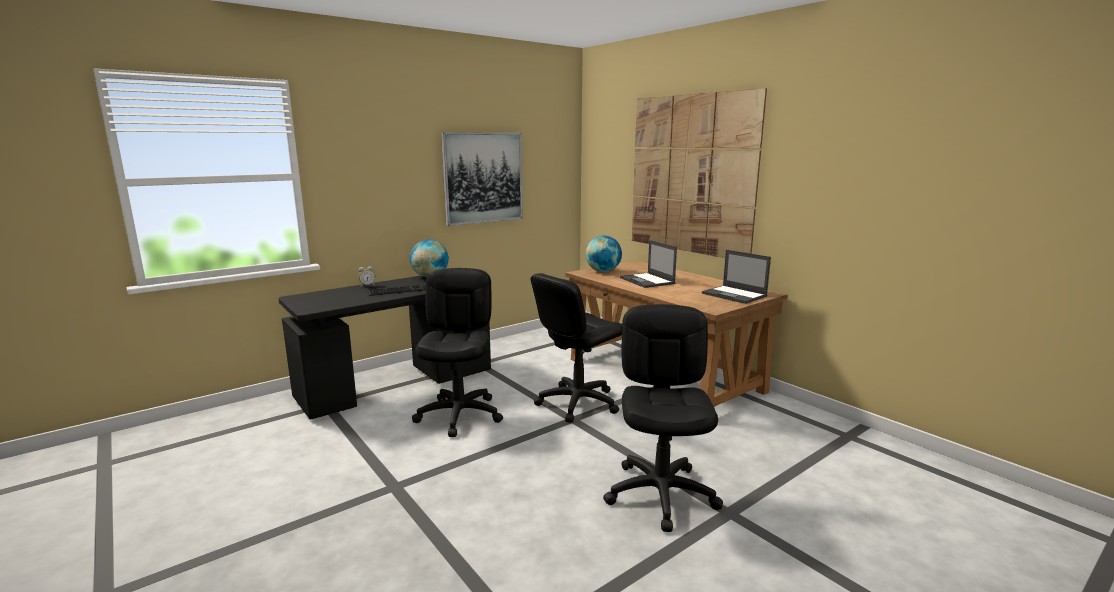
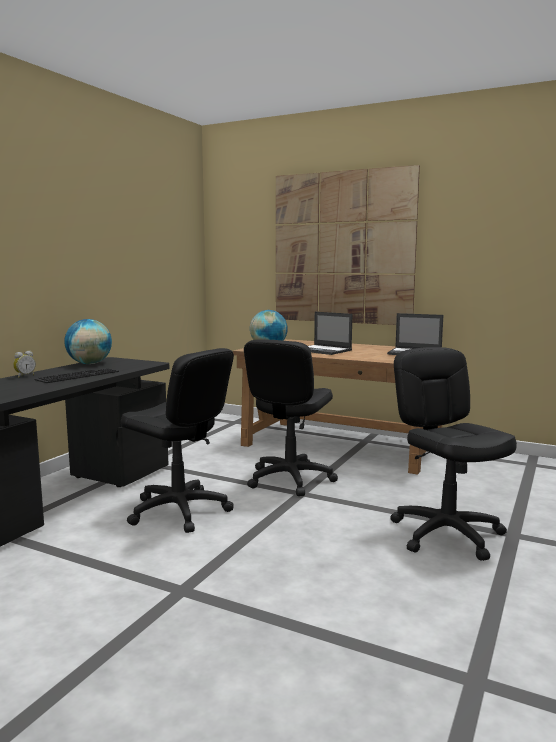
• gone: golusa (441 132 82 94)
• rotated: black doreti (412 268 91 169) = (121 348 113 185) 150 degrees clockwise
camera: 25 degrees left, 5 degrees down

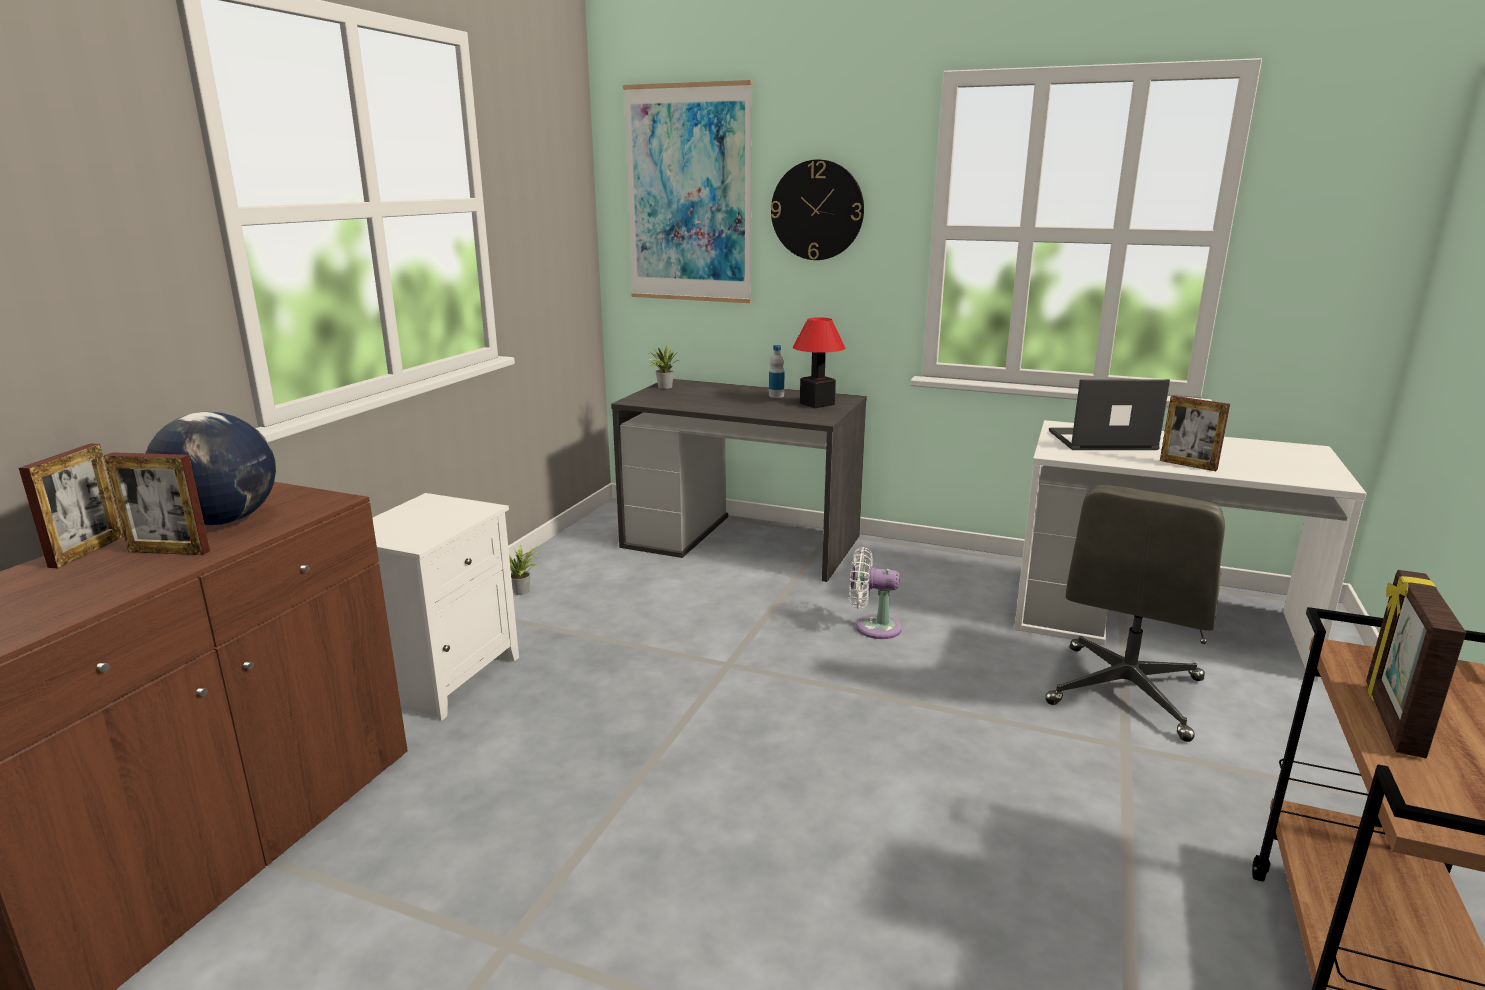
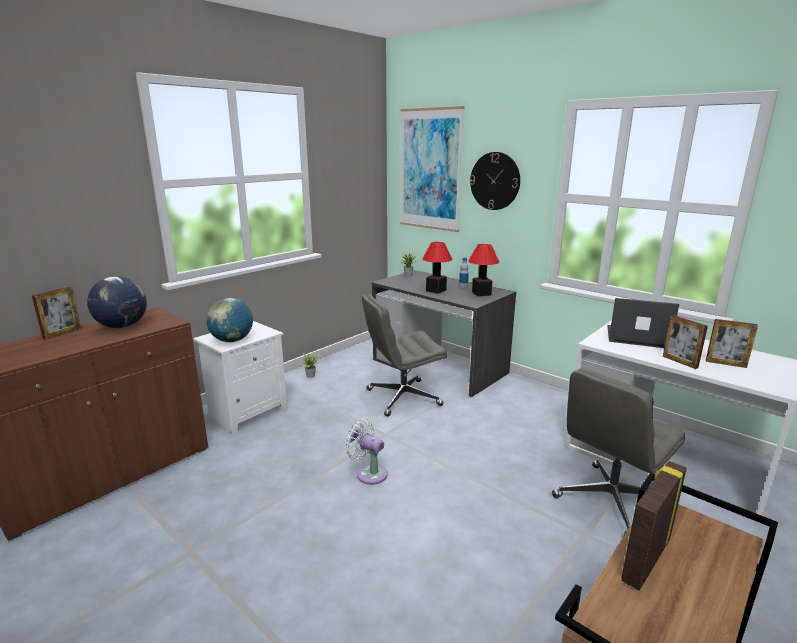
• new: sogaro (206 298 47 44)
• new: grey doreti (362 294 85 123)
• new: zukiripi (422 242 30 52)
• shifted: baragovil (104 452 106 103) to (706 319 52 49)
• shifted: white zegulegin (849 547 53 92) to (345 419 43 66)
camera: 20 degrees right, 0 degrees up

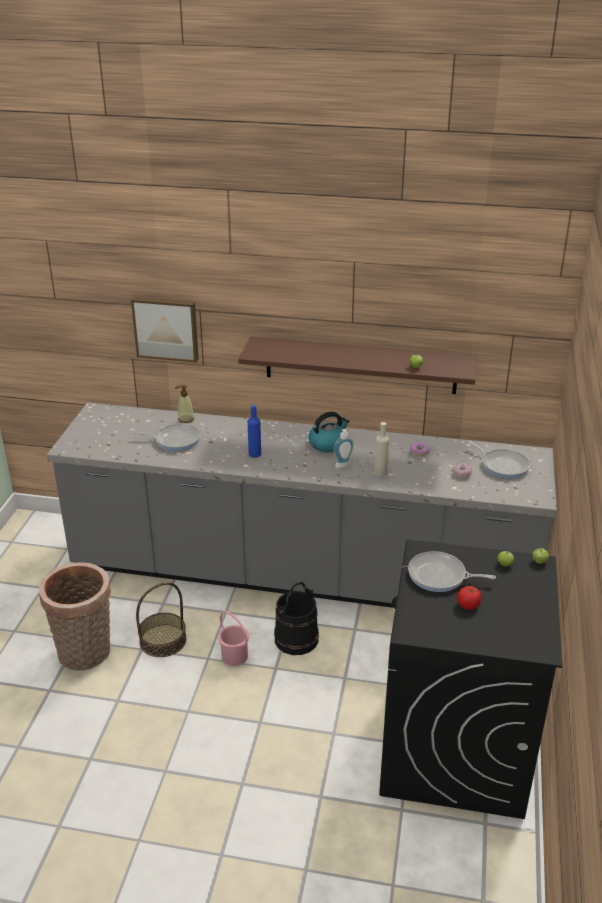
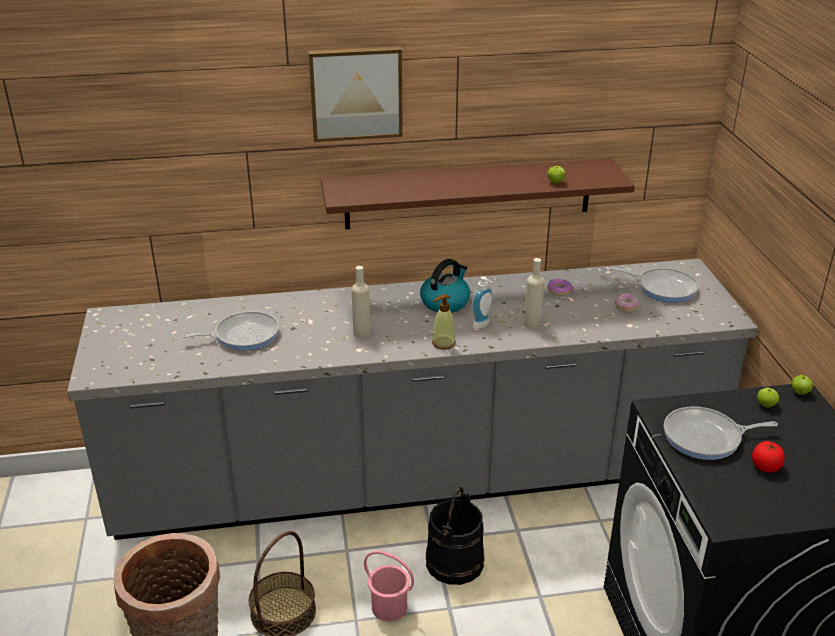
• shifted: golusa (131 297 68 65) to (308 46 95 96)
• shifted: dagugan (175 385 19 38) to (432 294 24 55)
• repainted: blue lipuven (248 405 13 53) to beige lipuven (351 266 19 72)
camera: 20 degrees left, 0 degrees up

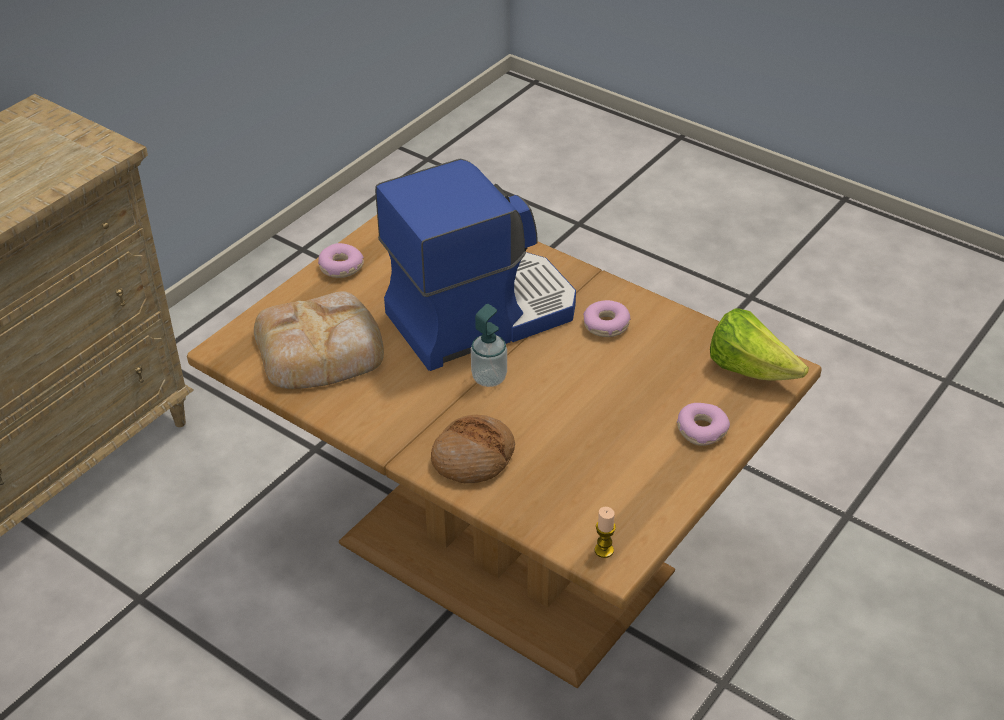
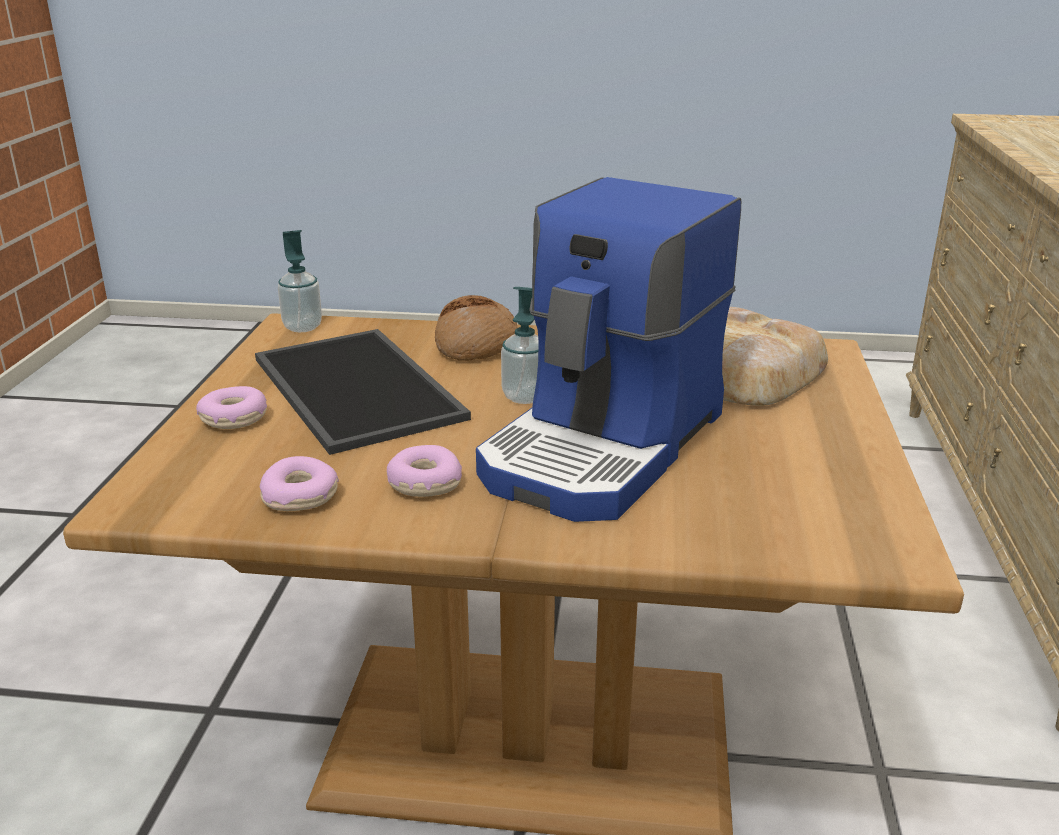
• gone: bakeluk (710 309 99 72)
• new: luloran (255 329 216 126)
• shifted: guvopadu (318 243 46 35) to (260 456 79 55)
• swapped: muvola (595 507 21 51) to dagugan (278 230 44 102)
camera: 150 degrees right, 15 degrees down

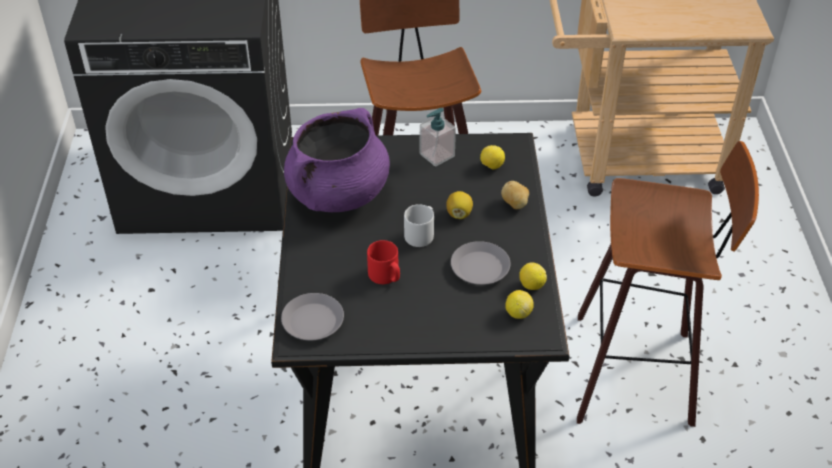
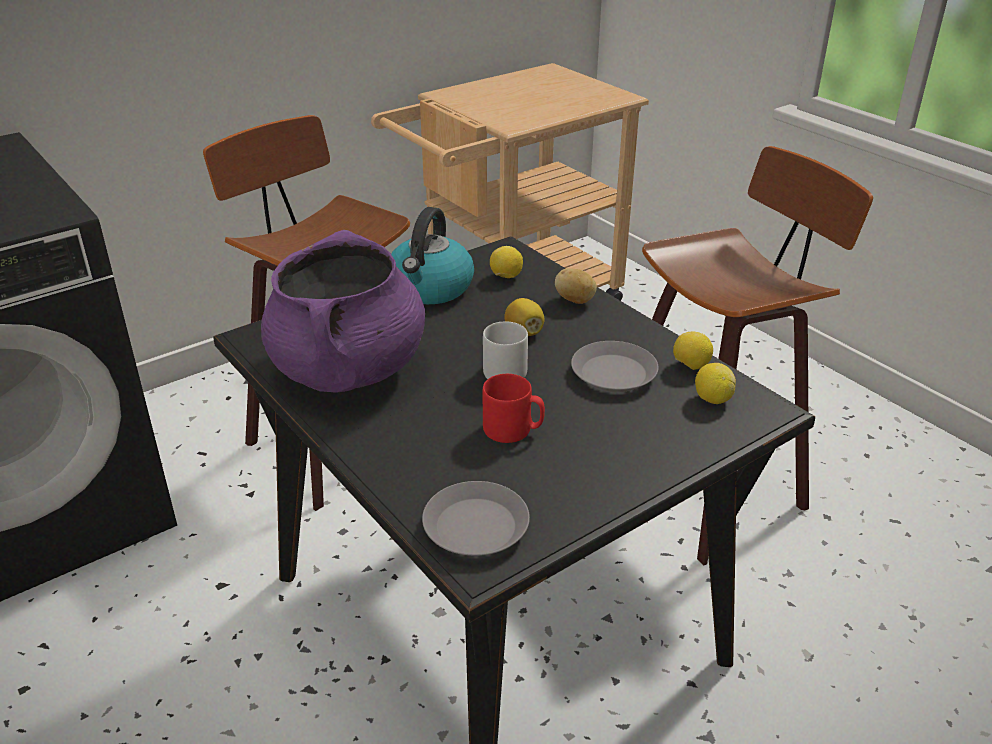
• swapped: dagugan (420 108 36 59) to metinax (391 207 83 97)
camera: 35 degrees left, 10 degrees down

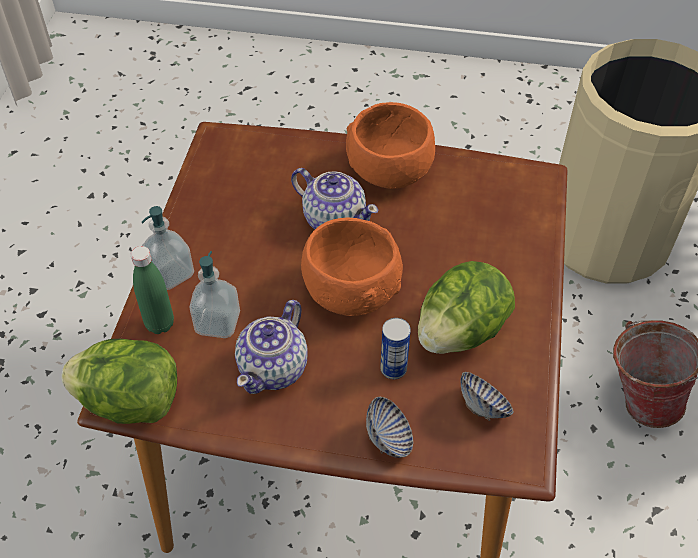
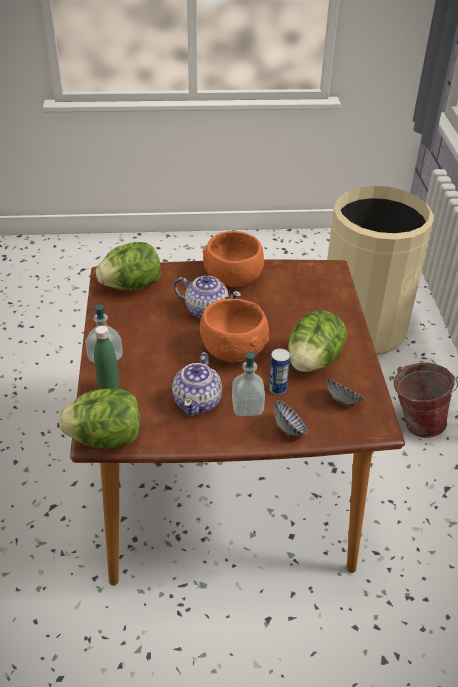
• new: bakeluk (96 242 65 48)
• shifted: dagugan (190 251 50 87) to (232 350 33 66)
camera: 15 degrees left, 10 degrees down

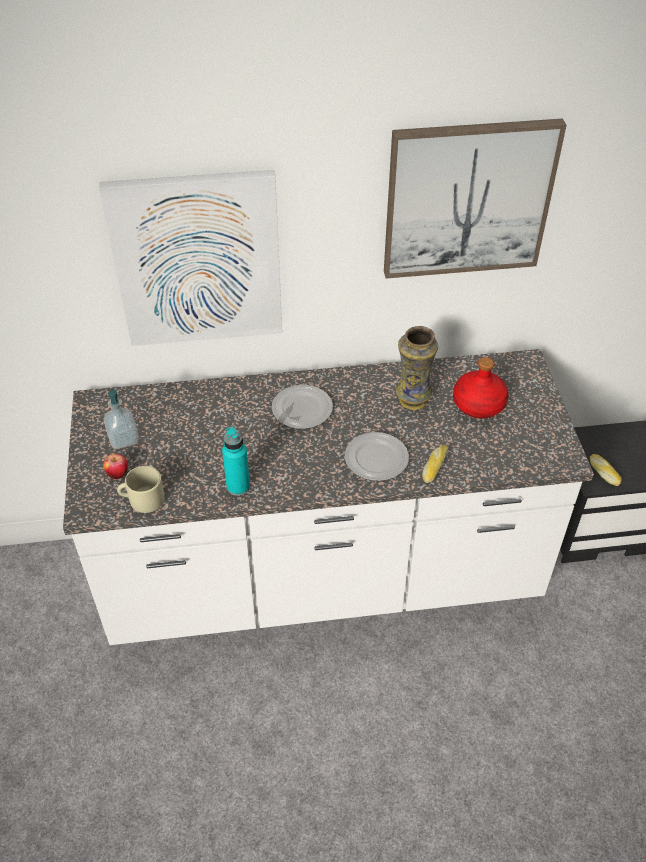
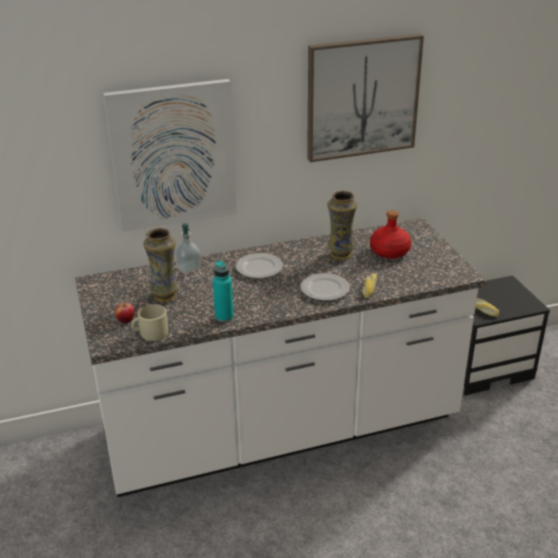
• new: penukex (143 228 36 74)
• shifted: dagugan (104 390 35 59) to (175 223 26 51)
camera: 10 degrees left, 15 degrees down

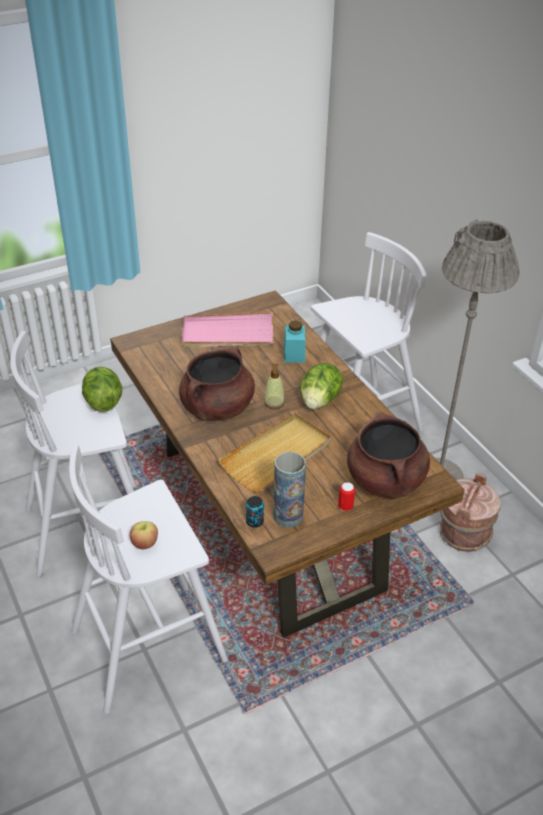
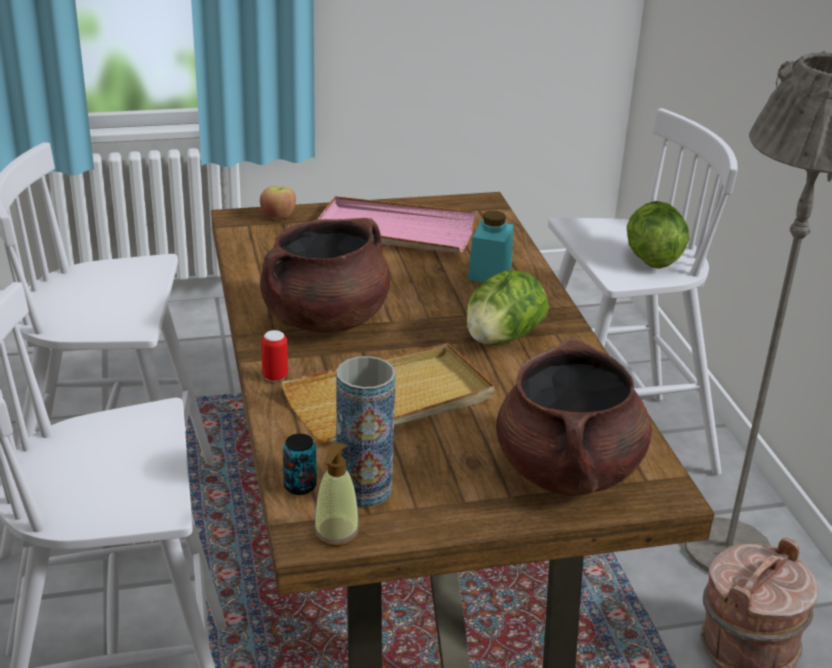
• shifted: bakeluk (82 367 40 45) to (627 201 62 68)
• shifted: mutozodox (130 521 28 28) to (260 186 36 33)
• shifted: dagugan (264 364 21 45) to (313 442 47 105)
• shifted: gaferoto (338 482 17 29) to (261 330 27 51)
camera: 15 degrees right, 10 degrees down

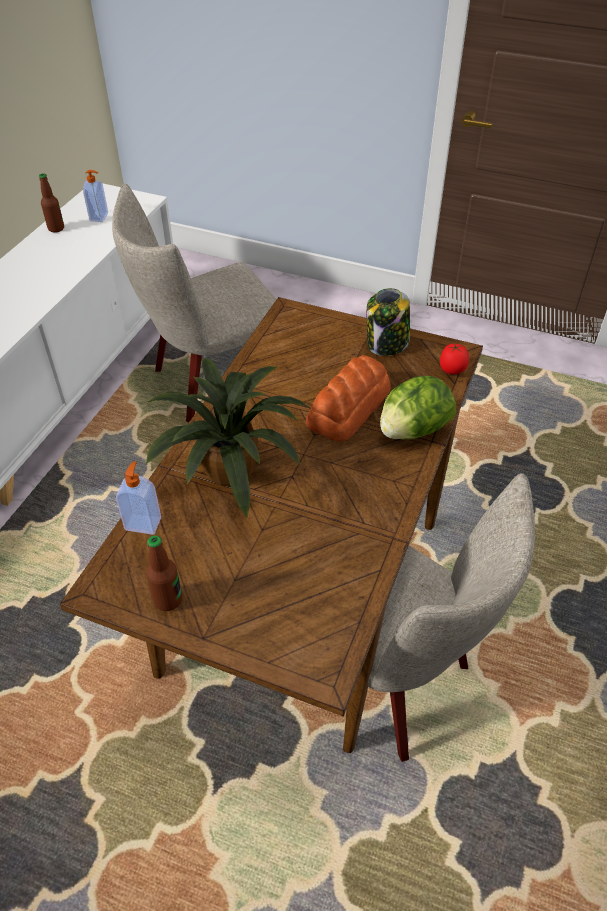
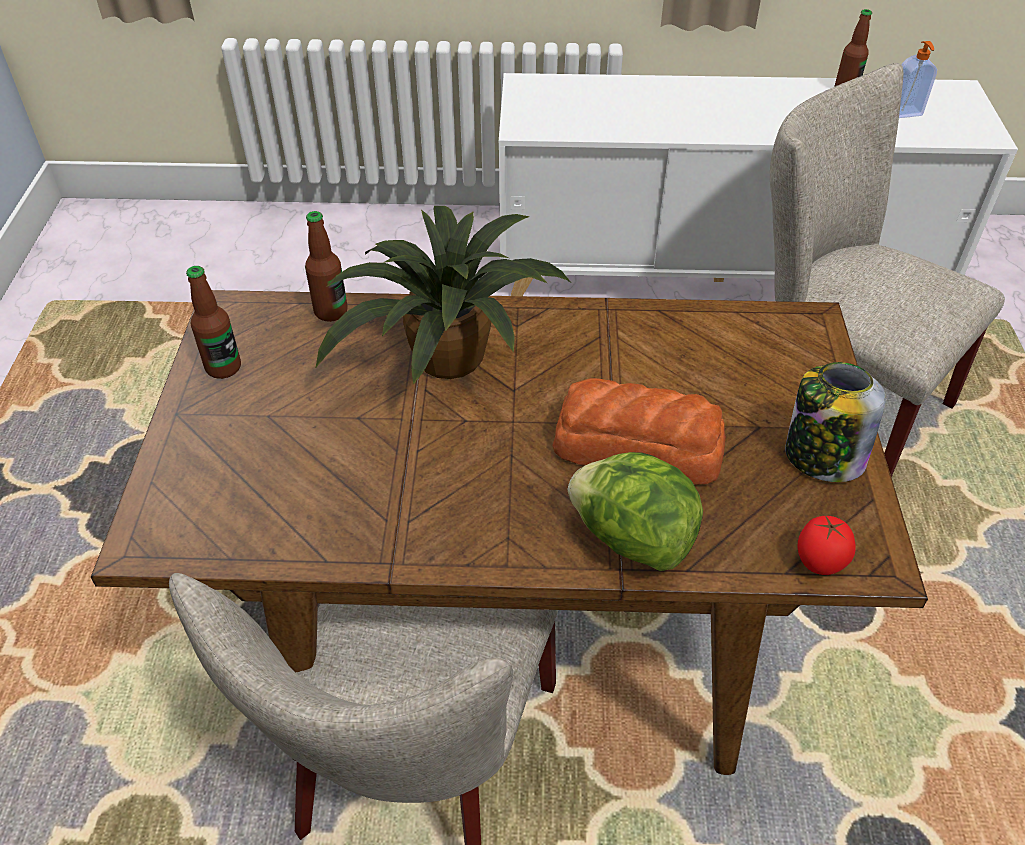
• swapped: dagugan (116 461 45 74) to lipuven (305 211 43 111)
camera: 70 degrees right, 0 degrees up

